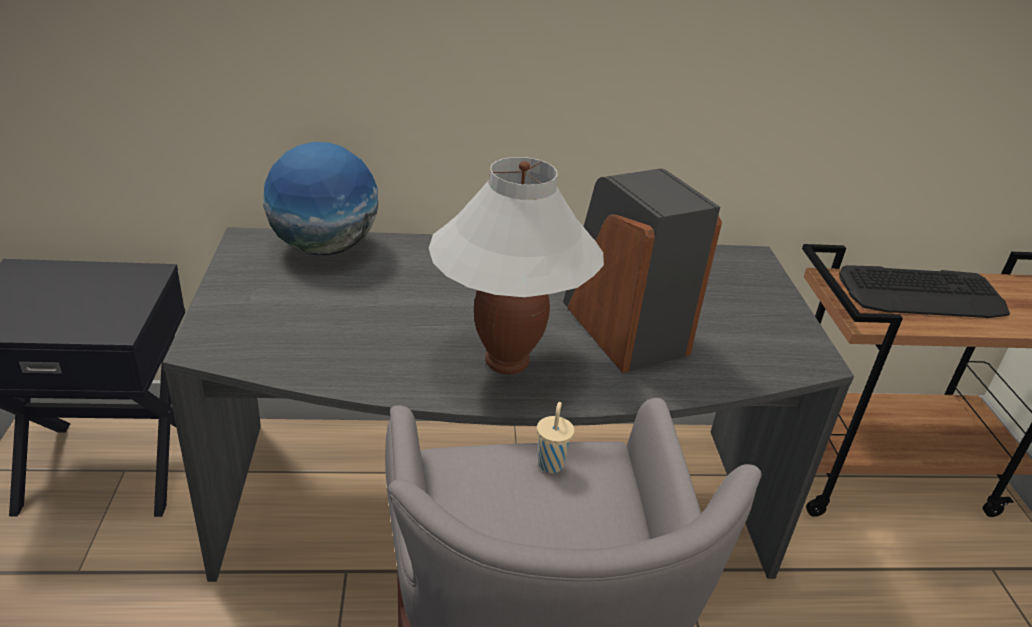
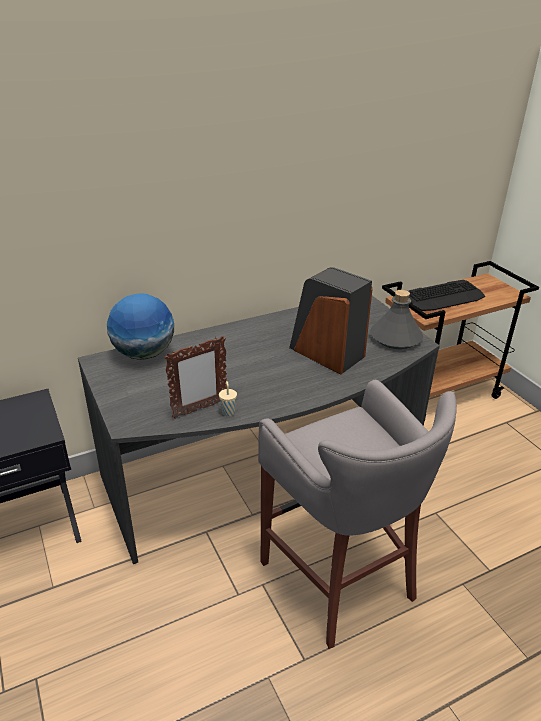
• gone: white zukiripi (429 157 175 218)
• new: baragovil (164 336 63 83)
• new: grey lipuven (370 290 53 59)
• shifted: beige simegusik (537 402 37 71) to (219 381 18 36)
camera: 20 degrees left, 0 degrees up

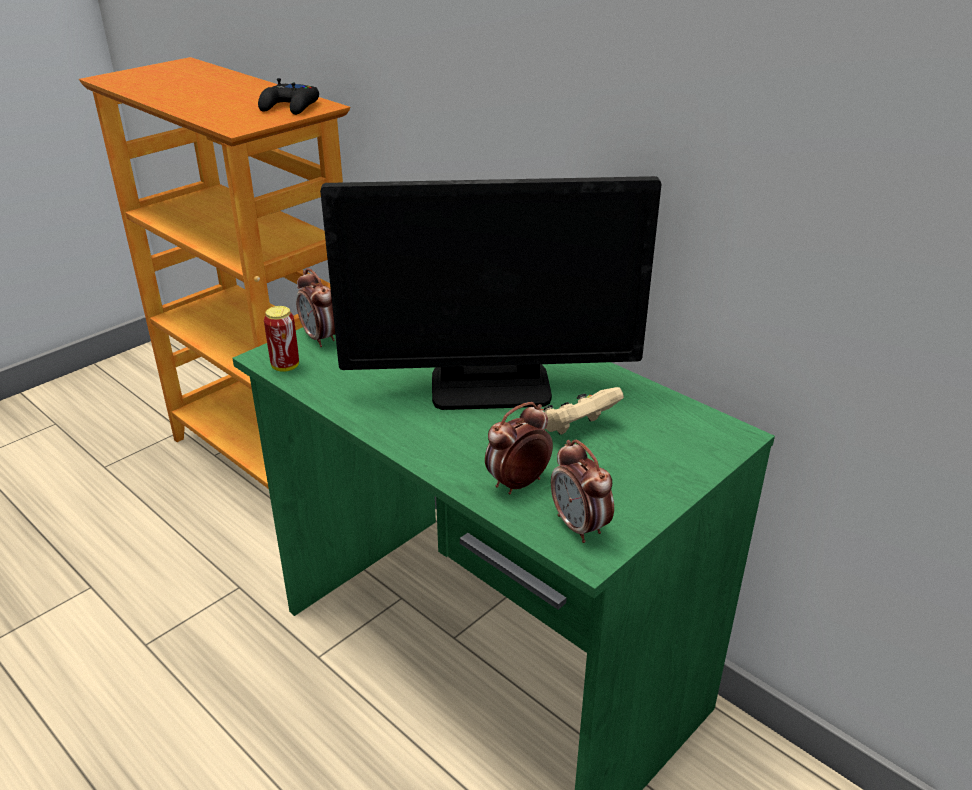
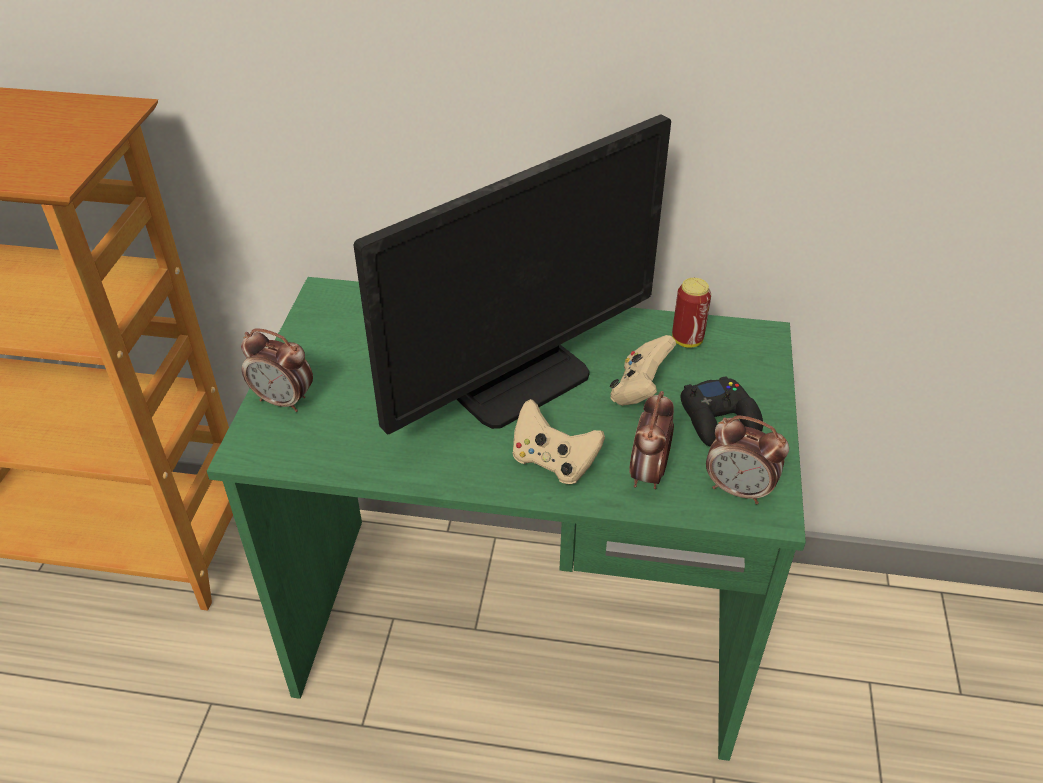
• new: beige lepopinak (513 399 92 85)
• shifted: black lepopinak (258 78 61 37) to (680 376 83 70)
• shifted: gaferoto (264 306 35 66) to (672 278 39 70)
camera: 35 degrees left, 10 degrees up

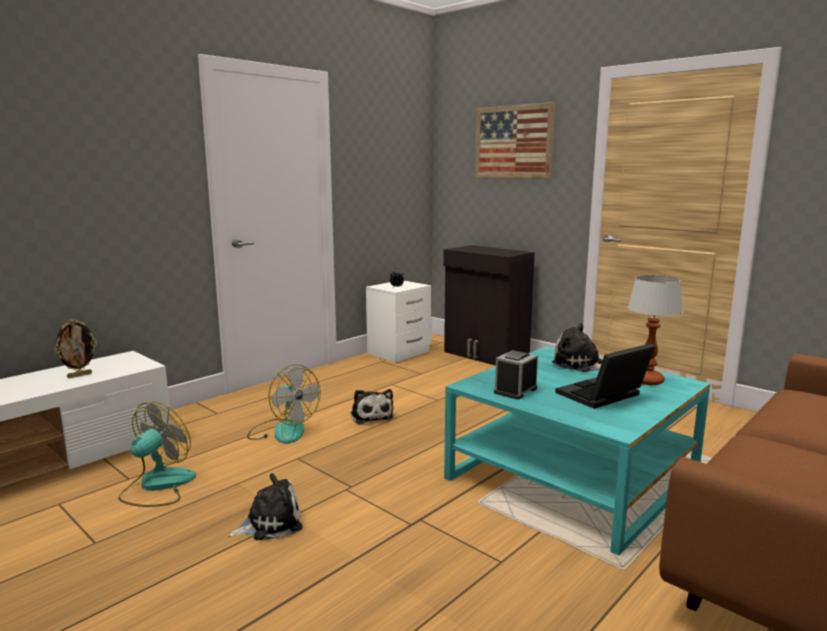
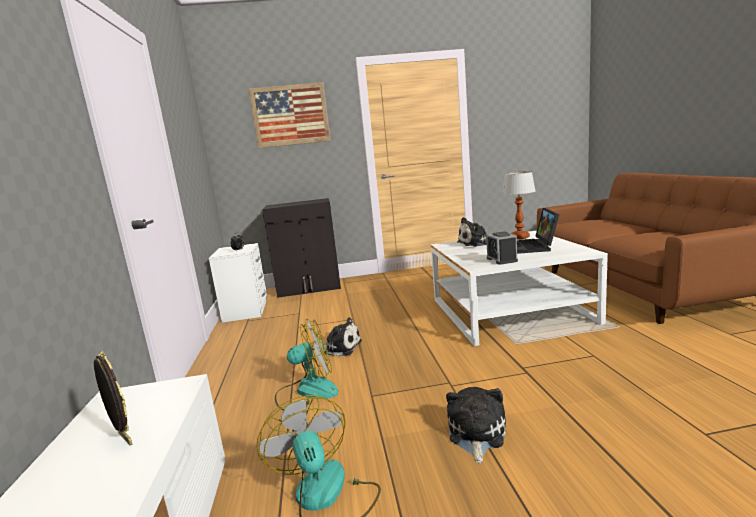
• repainted: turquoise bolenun (444 346 267 209) to white bolenun (431 231 177 115)
• rotated: baragovil (54 319 43 59) = (94 351 39 95) 45 degrees counterclockwise
camera: 50 degrees left, 0 degrees up

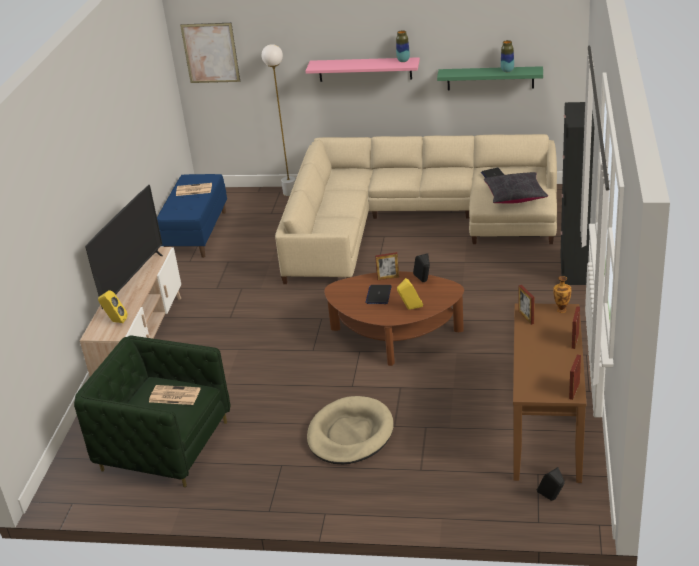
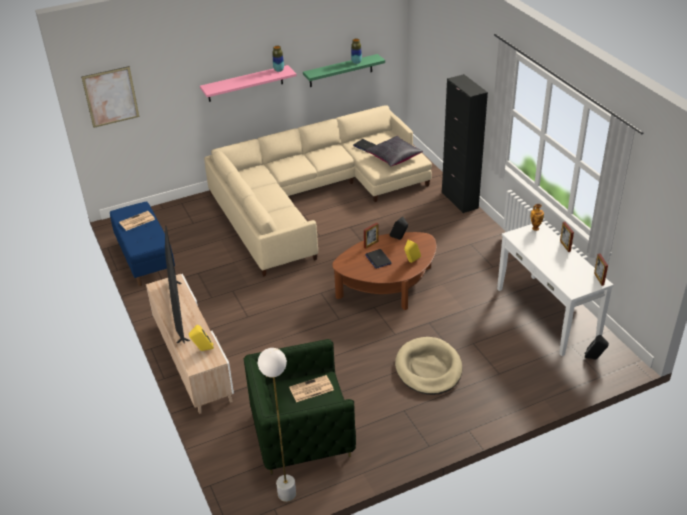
• gone: baragovil (518 285 17 40)
• shifted: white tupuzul (262 44 34 152) to (258 348 38 154)
• repainted: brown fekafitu (513 303 73 180) to white fekafitu (497 222 116 134)
camera: 35 degrees left, 5 degrees up

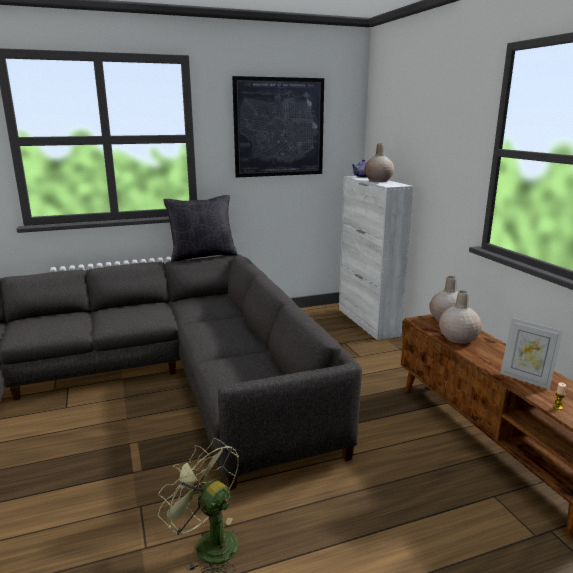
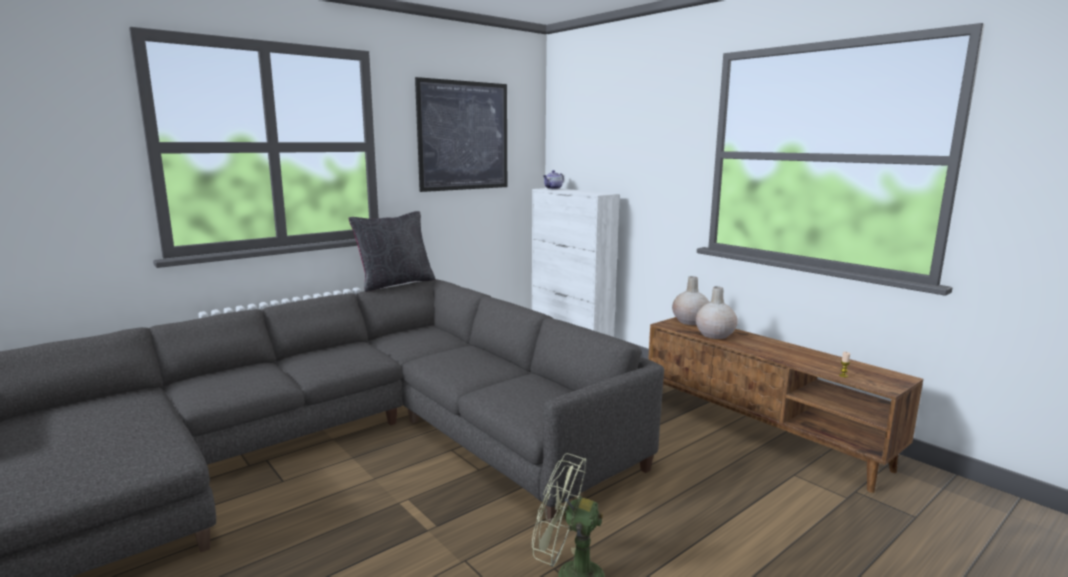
• gone: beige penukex (364 144 30 38)
• gone: baragovil (500 318 63 72)
camera: 20 degrees left, 5 degrees down

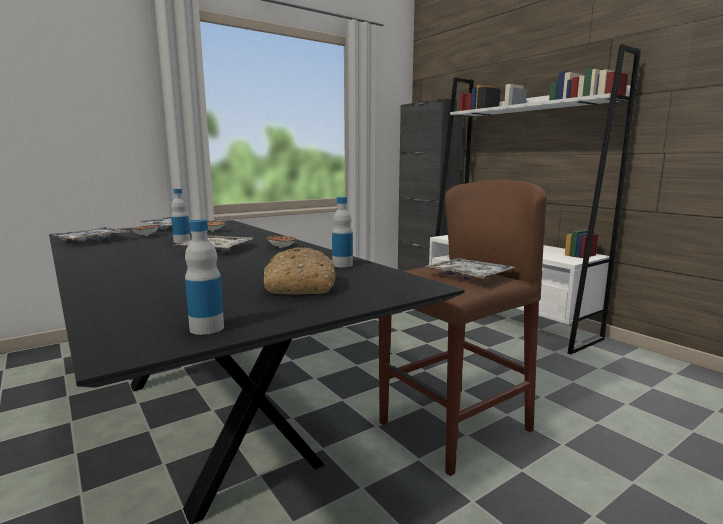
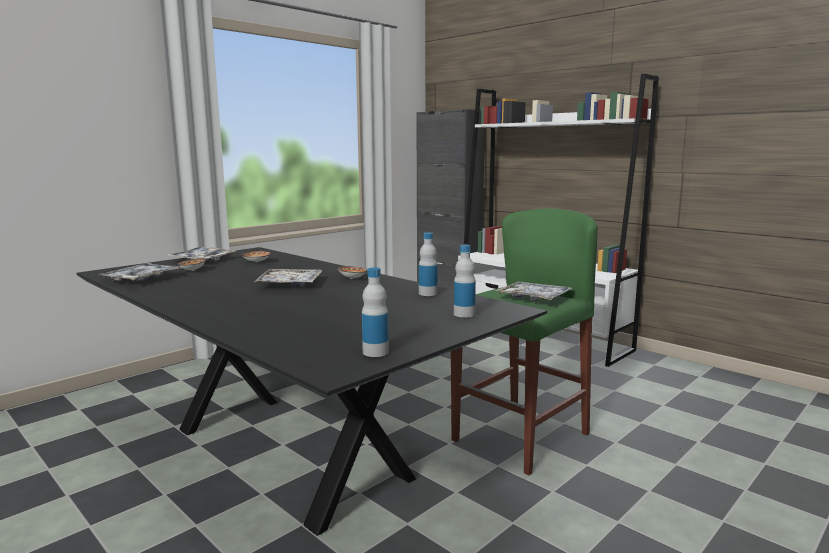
• gone: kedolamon (264 247 72 48)
• shifted: lipuven (171 189 19 54) to (454 245 22 73)
• repainted: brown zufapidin (378 180 169 296) to green zufapidin (451 208 147 267)
camera: 10 degrees left, 0 degrees up

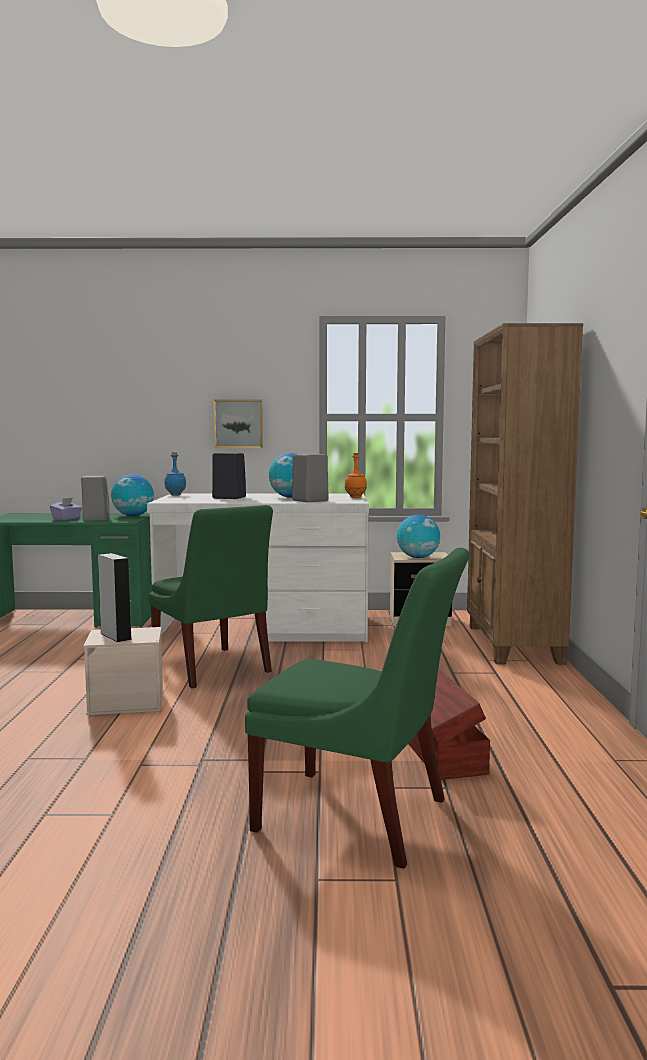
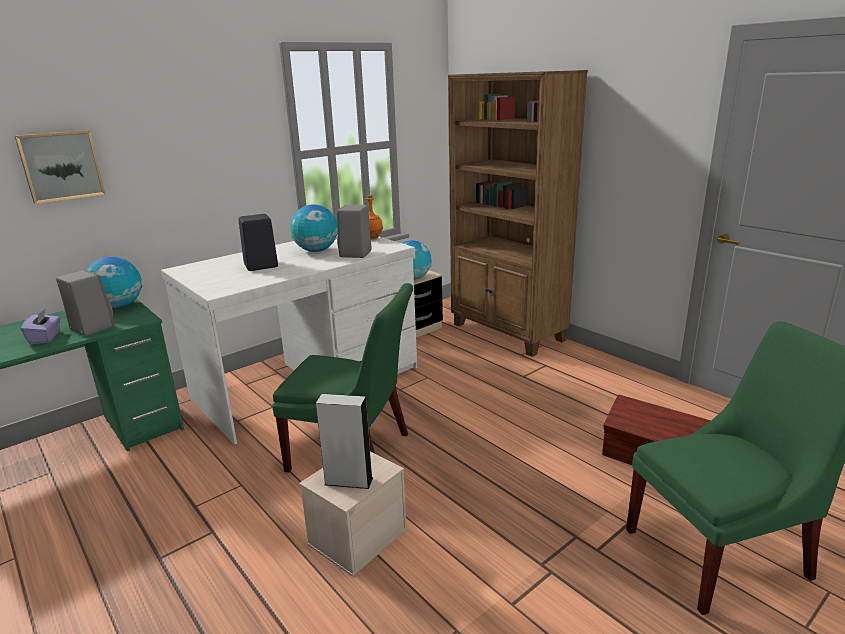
• gone: blue lipuven (164 452 22 44)
• shifted: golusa (214 400 49 48) to (15 130 90 74)
camera: 40 degrees left, 15 degrees up

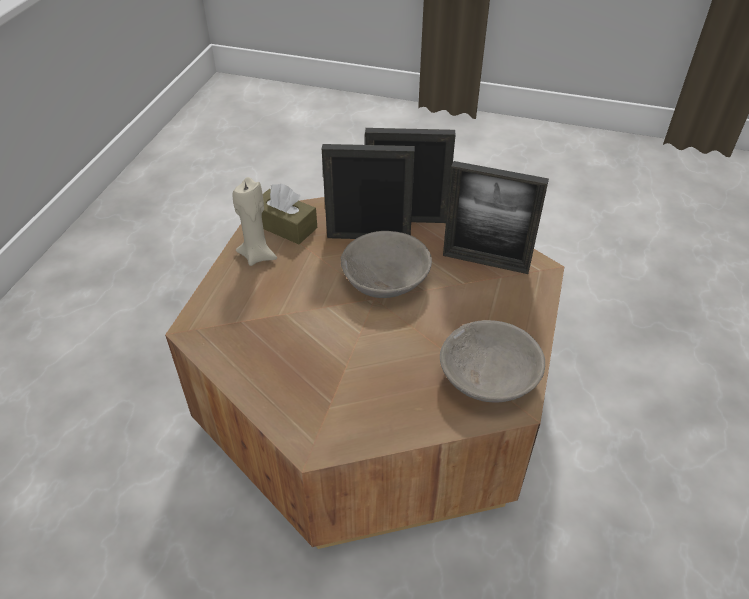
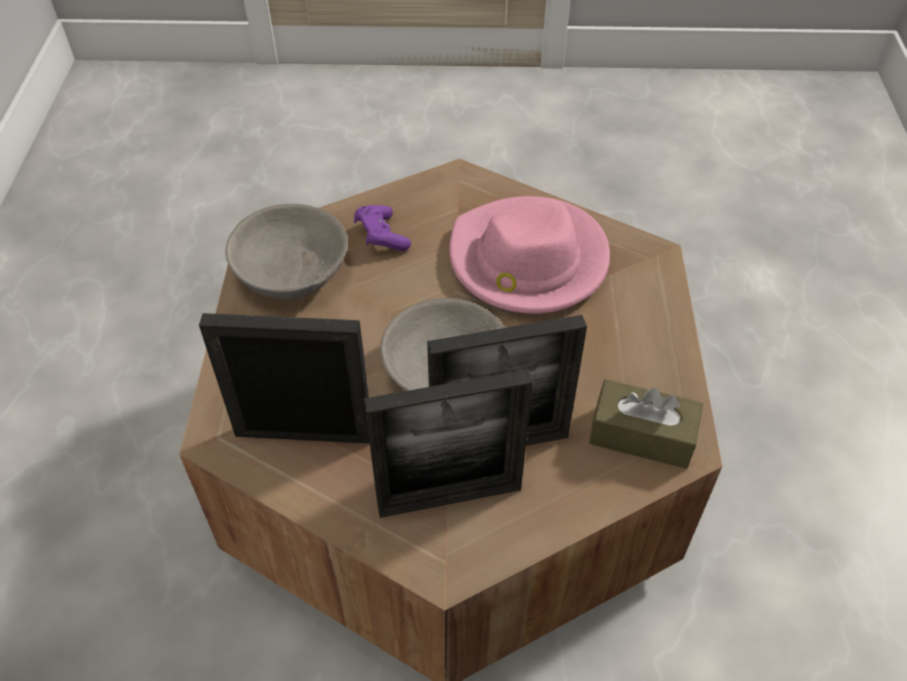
• gone: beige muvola (233 177 44 89)
• new: purple lepopinak (354 205 57 46)
• new: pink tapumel (449 196 161 118)
camera: 165 degrees right, 5 degrees up

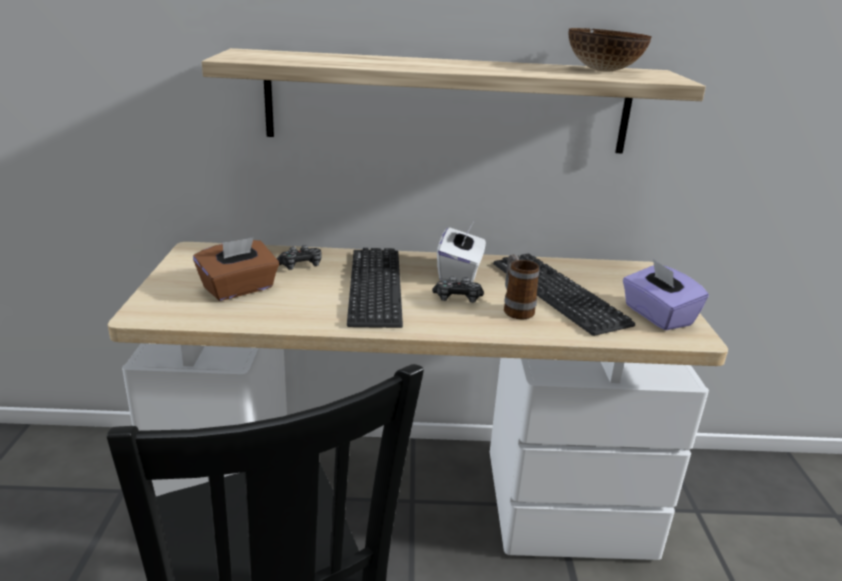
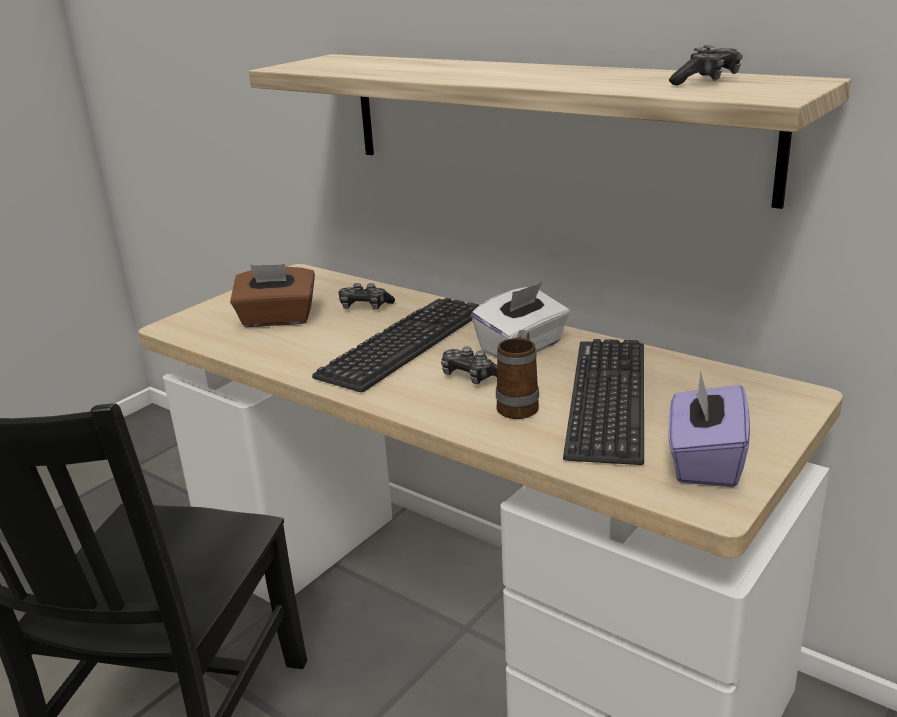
• swapped: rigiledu (568 28 84 44) to lepopinak (669 45 74 41)
camera: 40 degrees right, 0 degrees up

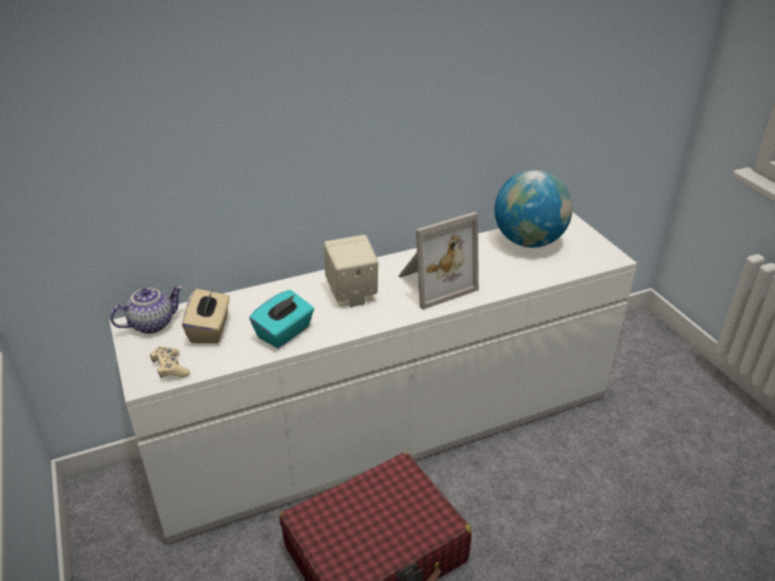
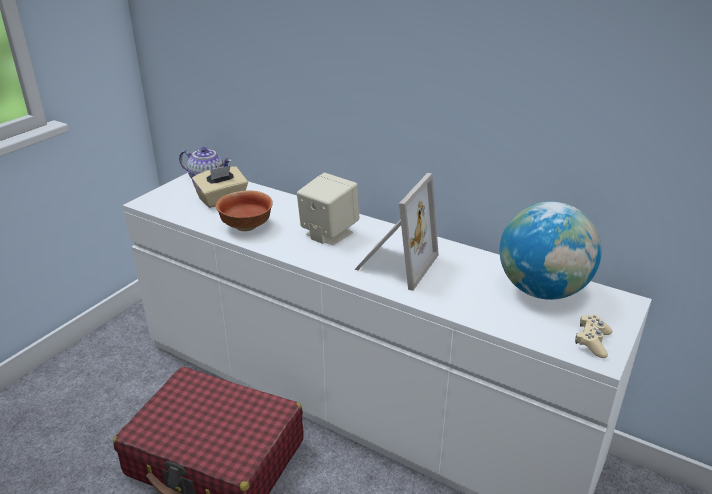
• shifted: beige lepopinak (150 346 40 32) to (575 315 37 43)
• swapped: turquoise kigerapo (249 290 65 58) to rigiledu (216 190 57 41)
• rotated: baragovil (399 212 80 98) = (354 173 85 118) 90 degrees counterclockwise
camera: 55 degrees right, 5 degrees down

